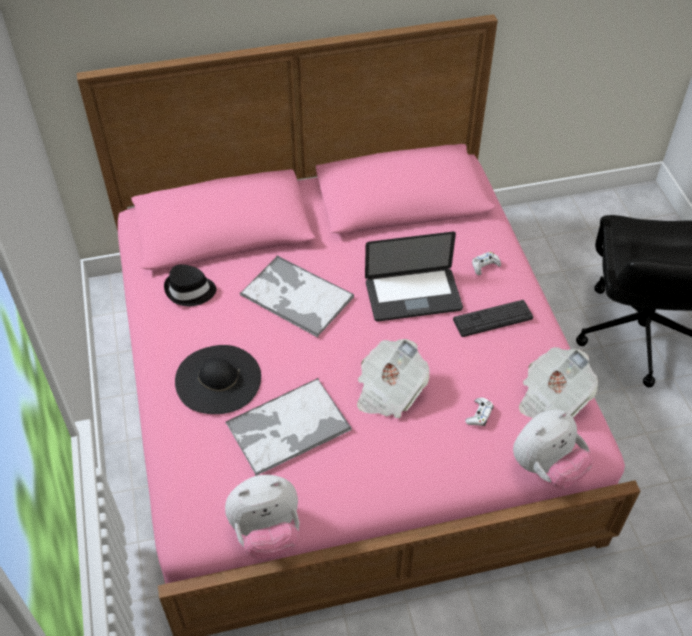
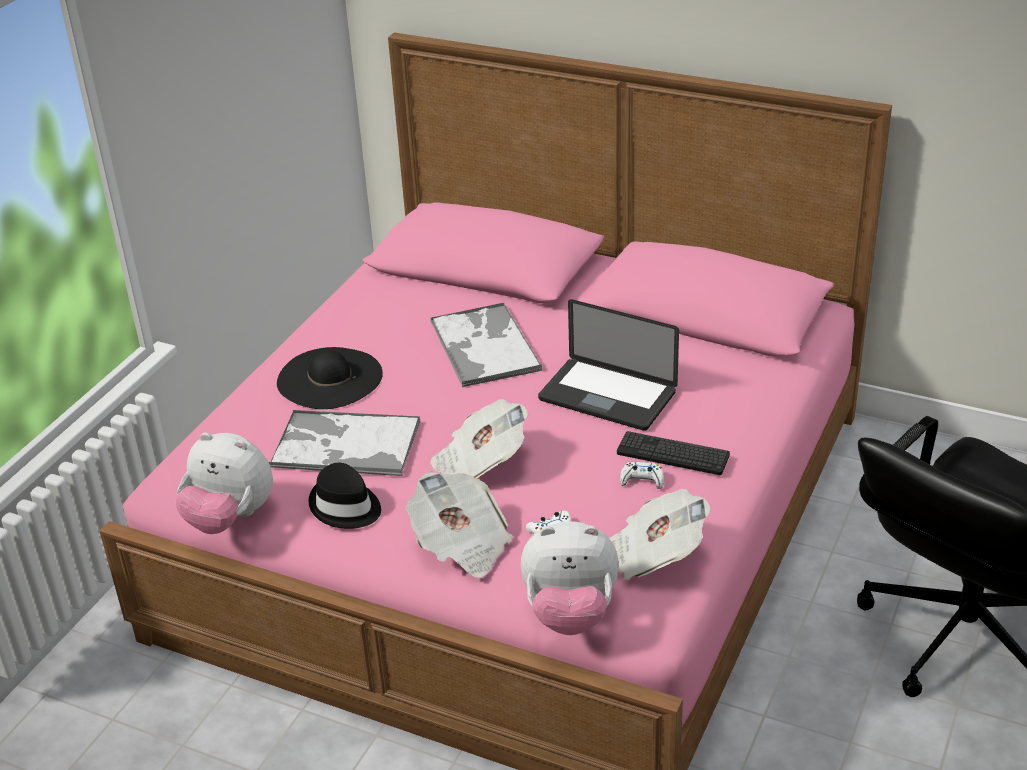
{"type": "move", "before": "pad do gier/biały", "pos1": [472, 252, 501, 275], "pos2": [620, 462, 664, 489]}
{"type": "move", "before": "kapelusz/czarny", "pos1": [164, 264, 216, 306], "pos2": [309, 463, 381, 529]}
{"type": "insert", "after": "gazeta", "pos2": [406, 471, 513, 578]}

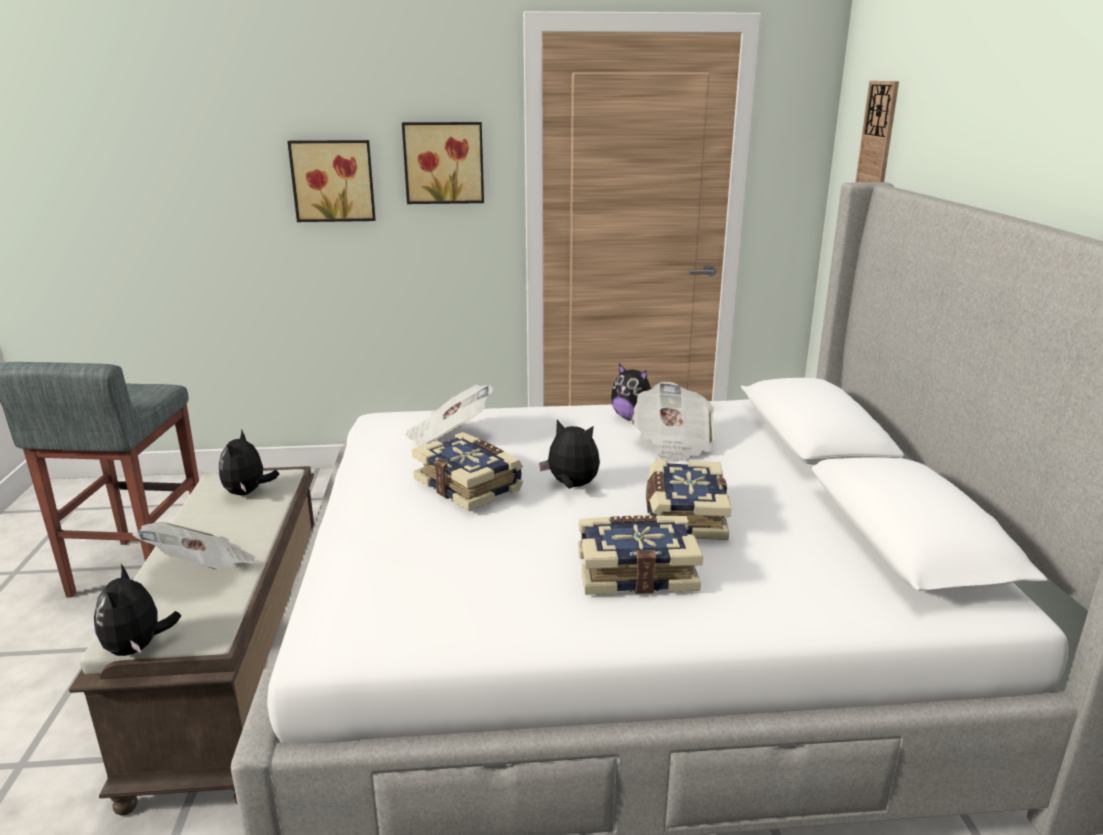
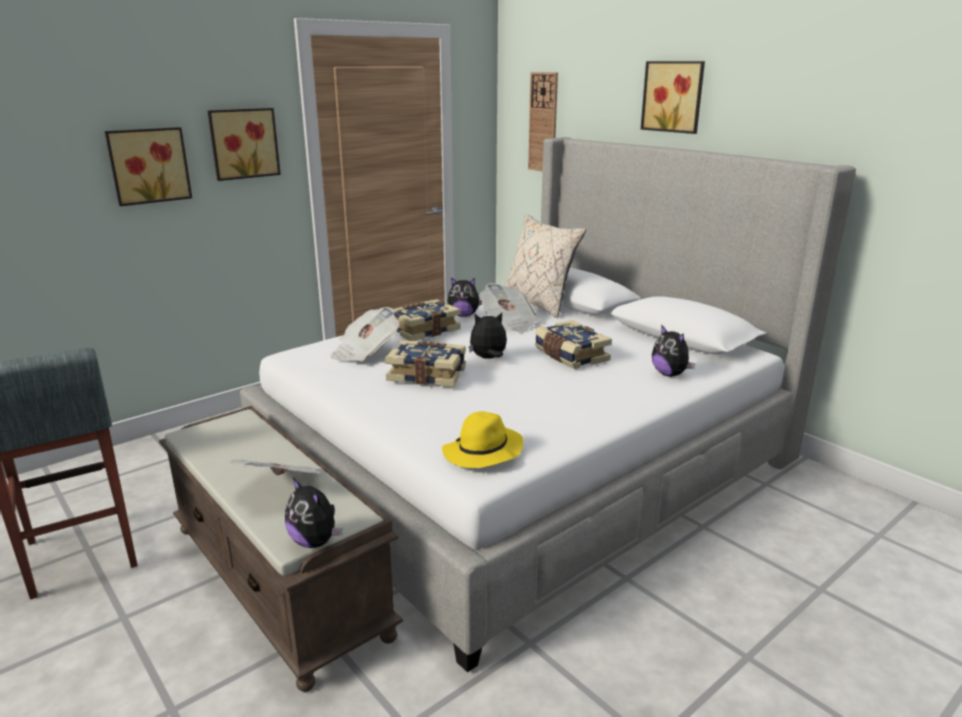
{"type": "move", "before": "pluszak", "pos1": [219, 429, 279, 495], "pos2": [652, 325, 696, 377]}
{"type": "move", "before": "książka", "pos1": [578, 516, 703, 595], "pos2": [394, 299, 461, 341]}
{"type": "insert", "after": "obraz", "pos2": [641, 61, 705, 134]}
{"type": "insert", "after": "poduszka/beżowy", "pos2": [504, 214, 586, 318]}
{"type": "insert", "after": "kapelusz/żółty", "pos2": [442, 411, 523, 468]}

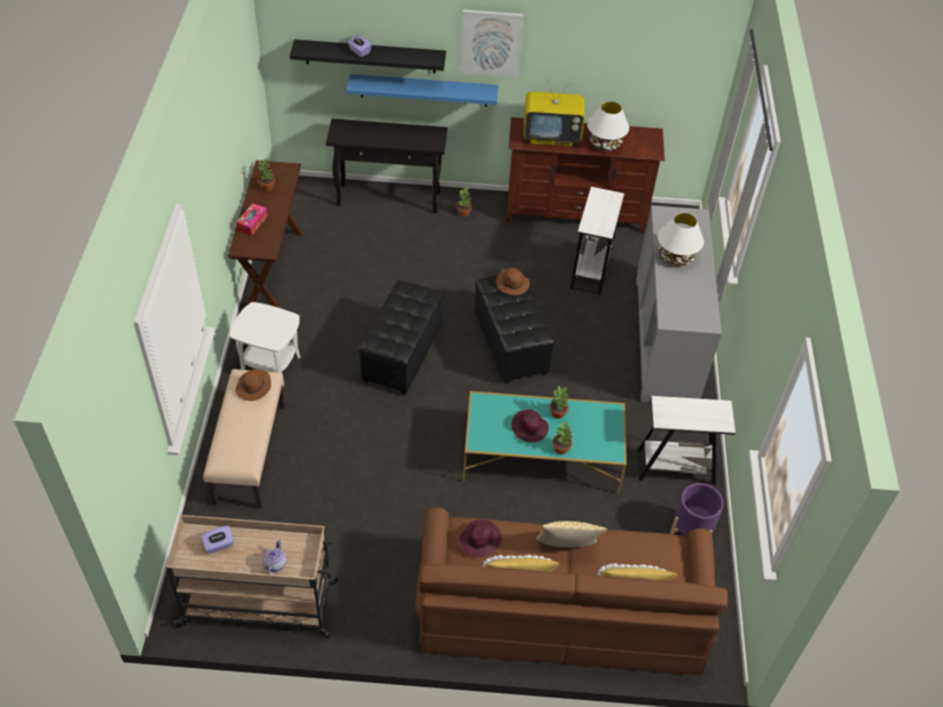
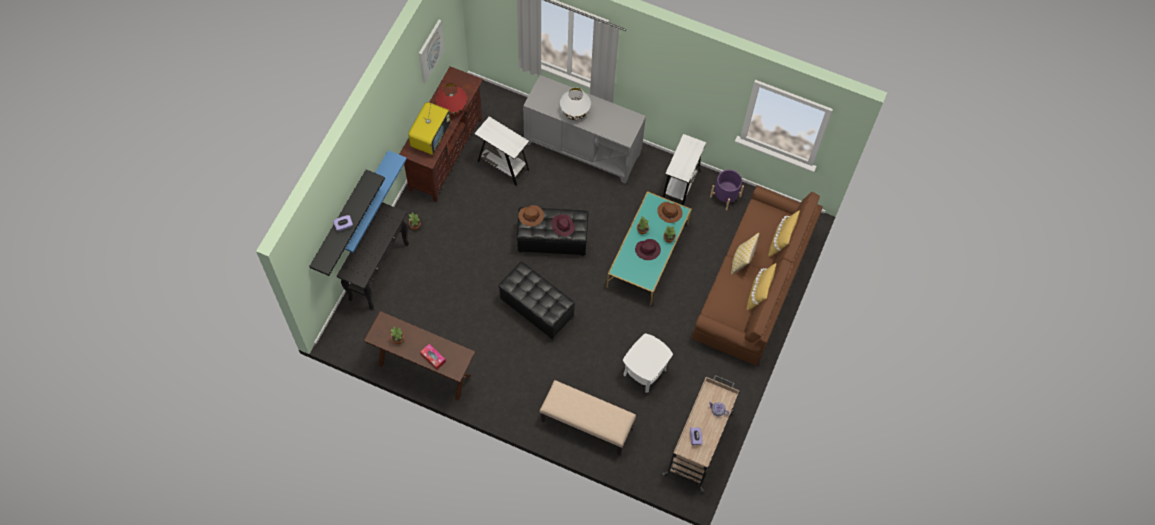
{"type": "move", "before": "obraz", "pos1": [460, 9, 524, 77], "pos2": [419, 20, 445, 83]}
{"type": "recolor", "before": "lampa stołowa/biały", "after": "lampa stołowa/czerwony", "pos1": [587, 101, 629, 151], "pos2": [436, 83, 467, 116]}
{"type": "move", "before": "stolik/biały", "pos1": [230, 302, 301, 386], "pos2": [623, 333, 673, 393]}
{"type": "move", "before": "kapelusz/brązowy", "pos1": [235, 369, 271, 401], "pos2": [657, 202, 683, 223]}
{"type": "move", "before": "kapelusz/fioletowy", "pos1": [460, 519, 502, 557], "pos2": [551, 214, 575, 236]}

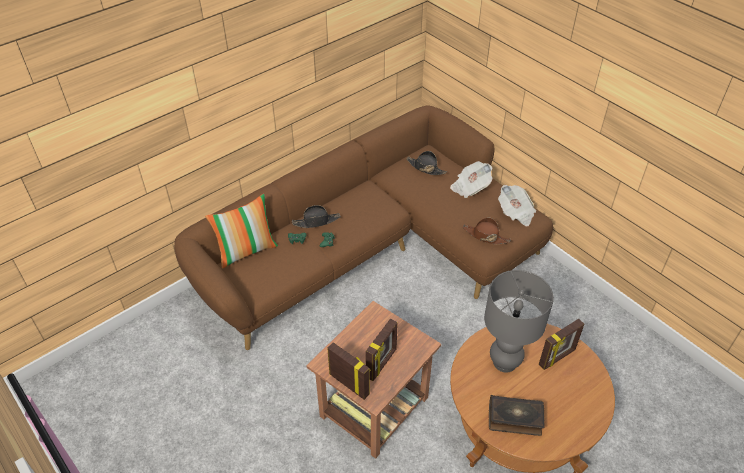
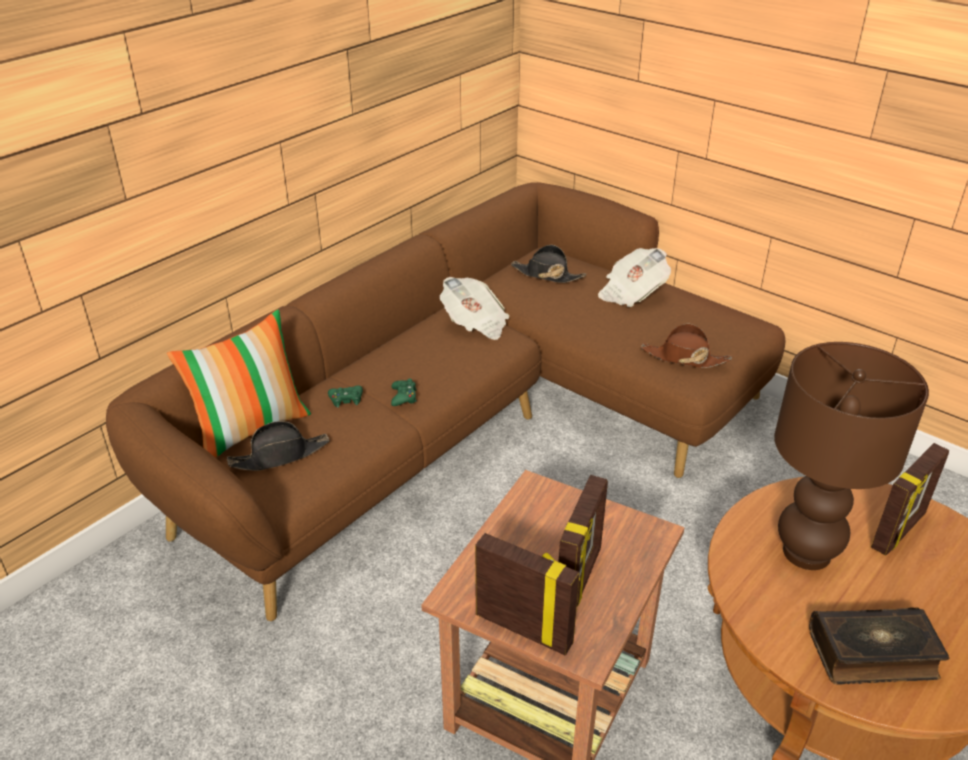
{"type": "move", "before": "gazeta", "pos1": [498, 185, 536, 226], "pos2": [440, 277, 509, 340]}
{"type": "move", "before": "kapelusz/czarny", "pos1": [292, 205, 341, 228], "pos2": [227, 421, 330, 471]}
{"type": "recolor", "before": "lampa stołowa/szary", "after": "lampa stołowa/brązowy", "pos1": [484, 270, 554, 373], "pos2": [774, 342, 929, 570]}

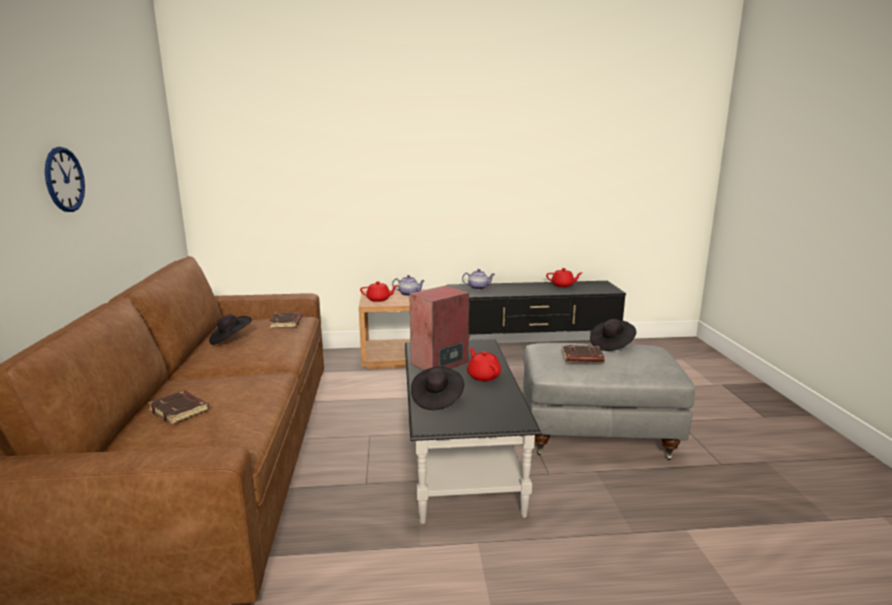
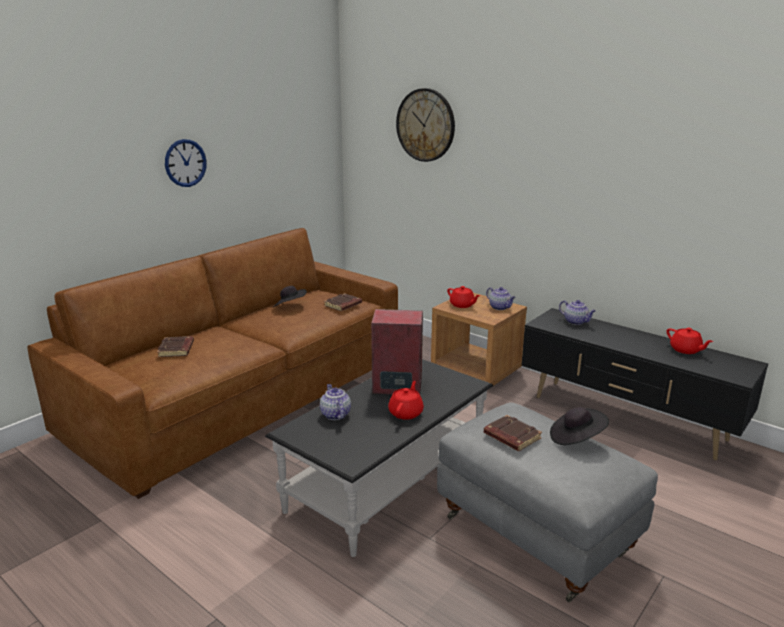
{"type": "replace", "before": "kapelusz/czarny", "after": "imbryk", "pos1": [411, 366, 464, 410], "pos2": [320, 384, 351, 420]}
{"type": "insert", "after": "zegar ścienny", "pos2": [396, 88, 455, 162]}

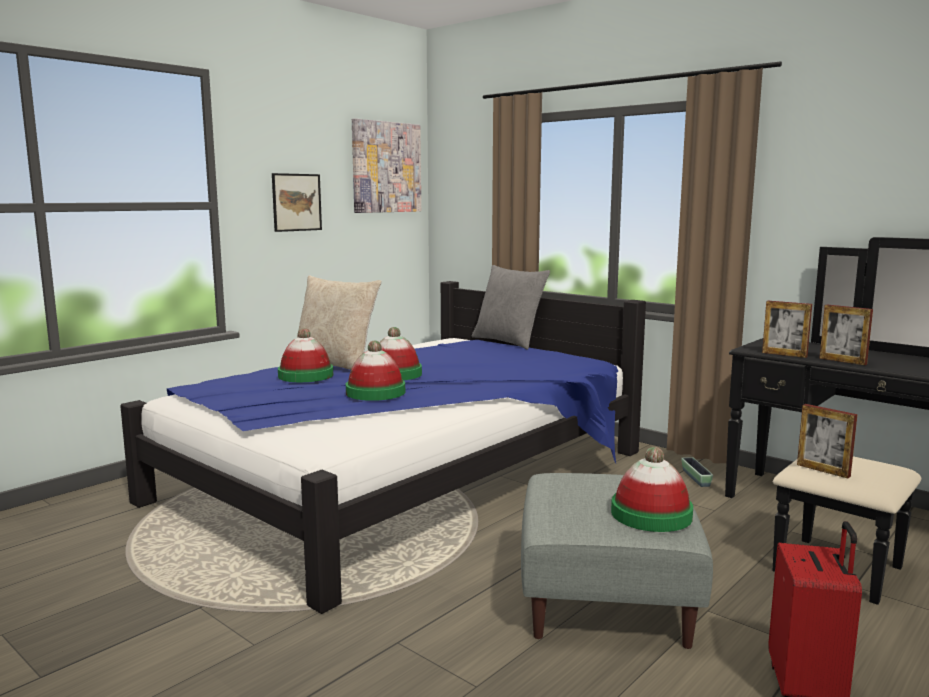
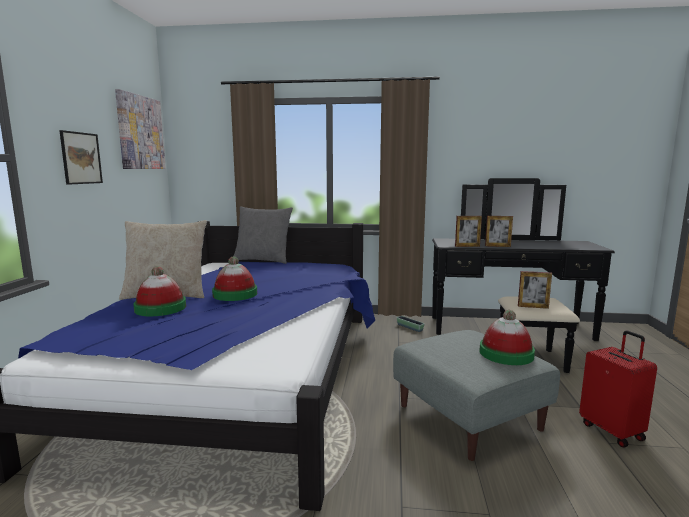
{"type": "delete", "before": "kapelusz", "pos1": [346, 341, 405, 401]}

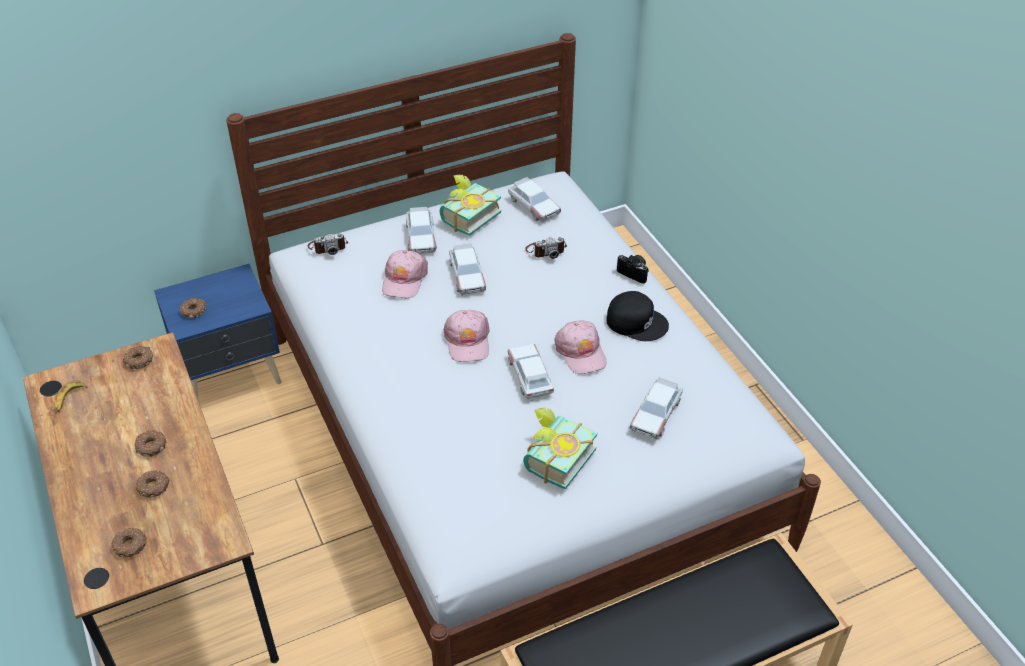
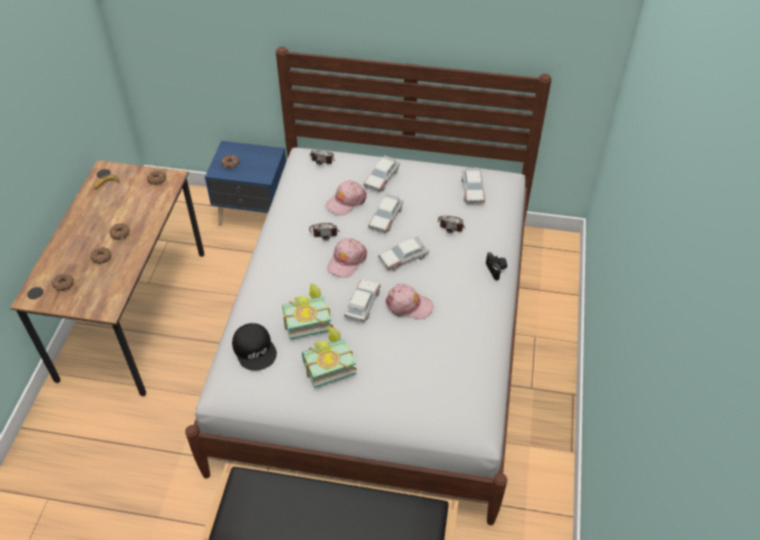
{"type": "move", "before": "książka", "pos1": [440, 175, 501, 236], "pos2": [282, 283, 333, 340]}
{"type": "move", "before": "czapka z daszkiem/czarny", "pos1": [606, 291, 669, 341], "pos2": [232, 323, 277, 371]}
{"type": "rotate", "before": "czapka z daszkiem/różowy", "pos1": [554, 320, 607, 374], "pos2": [386, 284, 433, 319], "turn": -90}
{"type": "move", "before": "samochodzik", "pos1": [630, 378, 683, 440], "pos2": [378, 237, 429, 271]}
{"type": "insert", "after": "aparat fotograficzny", "pos2": [309, 223, 340, 240]}

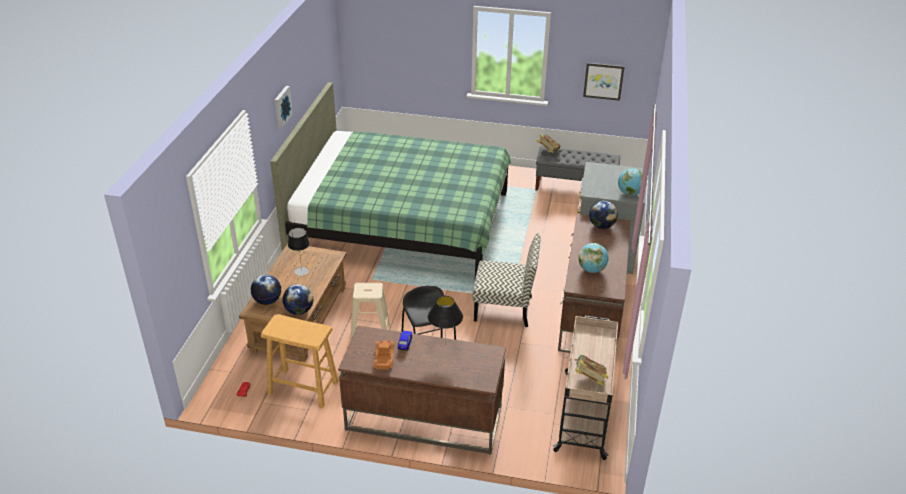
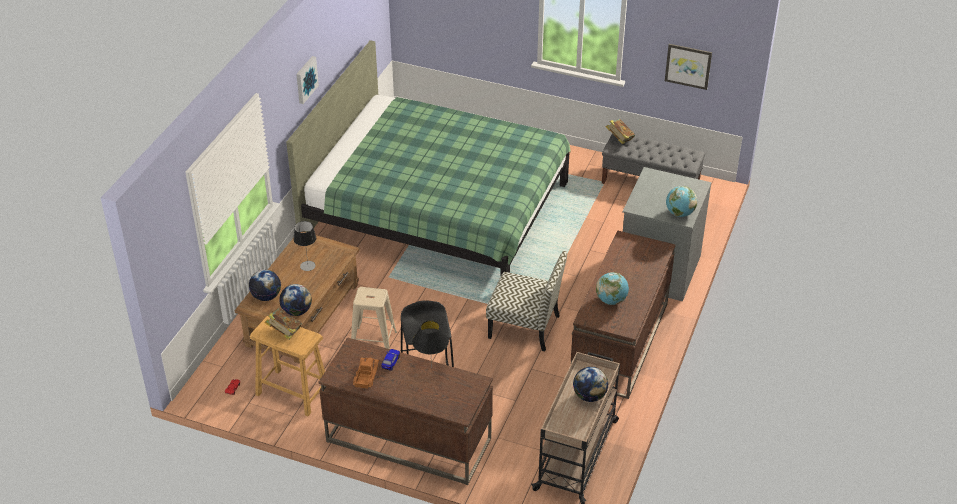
{"type": "move", "before": "globus", "pos1": [589, 201, 618, 229], "pos2": [573, 367, 608, 402]}
{"type": "move", "before": "książka", "pos1": [574, 354, 608, 386], "pos2": [264, 308, 302, 340]}

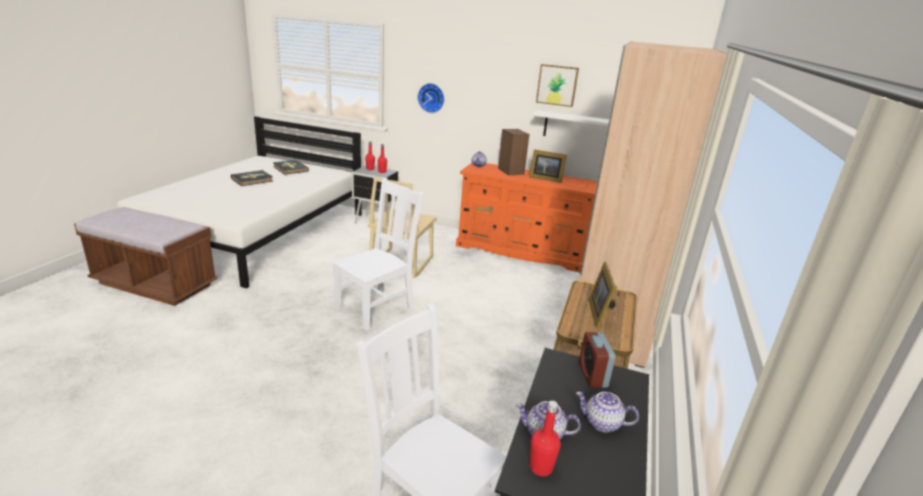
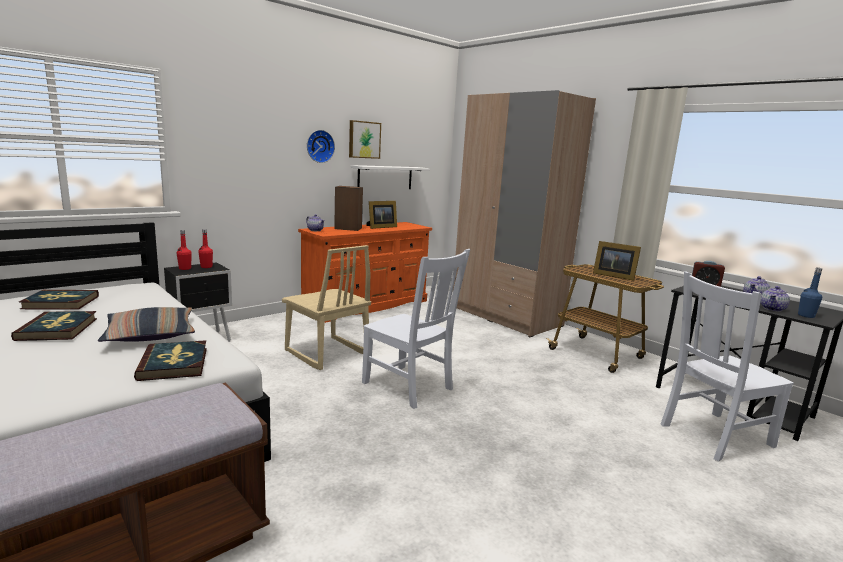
{"type": "move", "before": "zegar ścienny", "pos1": [418, 83, 444, 113], "pos2": [307, 130, 335, 163]}
{"type": "rotate", "before": "krzesło/biały", "pos1": [332, 178, 424, 331], "pos2": [362, 249, 470, 409], "turn": 150}
{"type": "recolor", "before": "butelka/czerwony", "after": "butelka/niebieski", "pos1": [530, 400, 561, 477], "pos2": [798, 268, 822, 318]}
{"type": "insert", "after": "poduszka", "pos2": [98, 307, 195, 342]}
{"type": "insert", "after": "książka", "pos2": [134, 340, 207, 381]}

